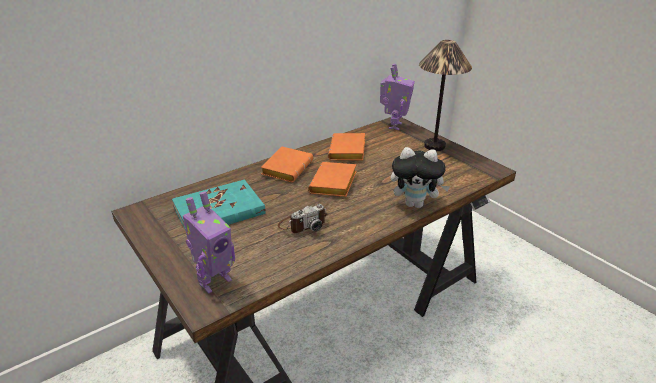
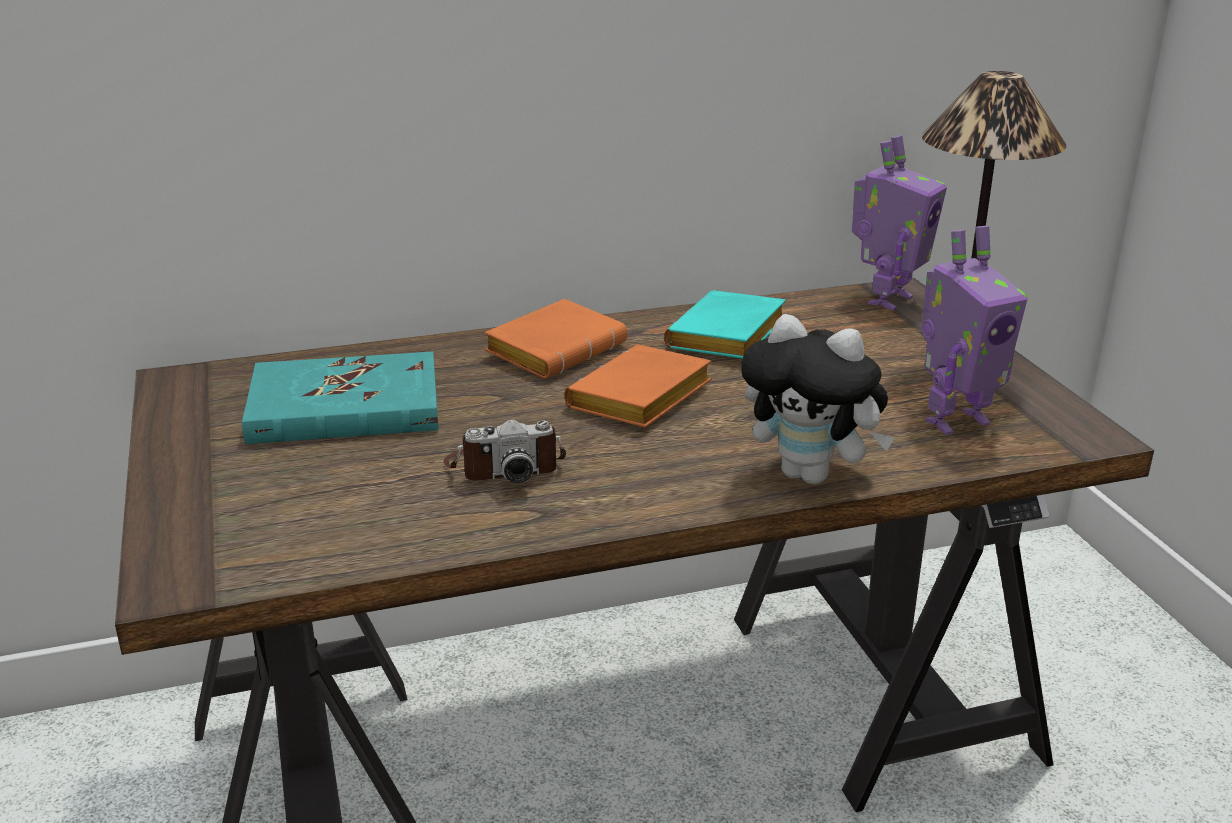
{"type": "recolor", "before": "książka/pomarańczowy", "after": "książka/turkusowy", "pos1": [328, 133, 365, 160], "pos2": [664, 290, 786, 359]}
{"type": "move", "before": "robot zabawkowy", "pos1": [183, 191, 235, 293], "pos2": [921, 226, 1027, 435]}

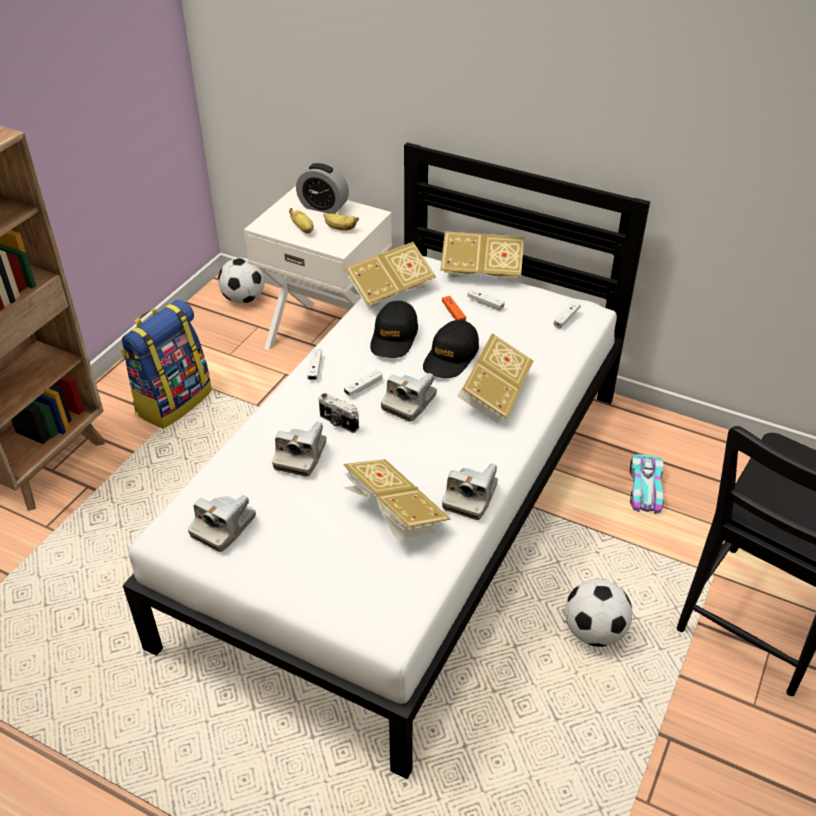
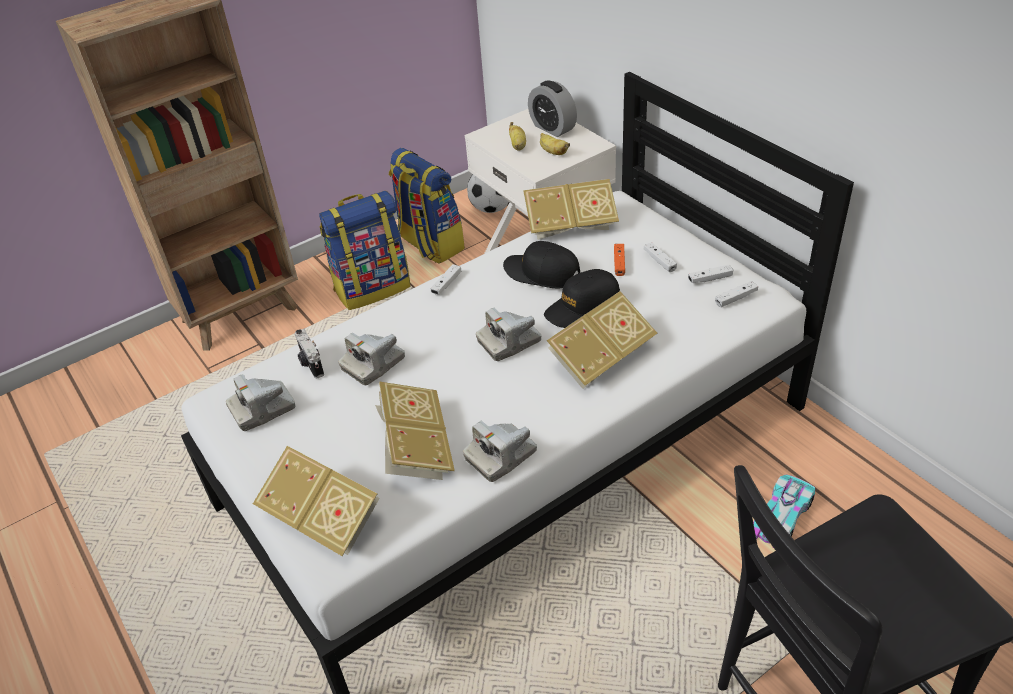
{"type": "move", "before": "książka", "pos1": [440, 231, 524, 283], "pos2": [253, 446, 380, 556]}
{"type": "rotate", "before": "czapka z daszkiem/czarny", "pos1": [370, 301, 418, 358], "pos2": [503, 241, 580, 288], "turn": 75}
{"type": "move", "before": "pad do gier/biały", "pos1": [344, 370, 382, 396], "pos2": [688, 265, 733, 283]}
{"type": "move", "before": "aparat fotograficzny", "pos1": [319, 393, 359, 433], "pos2": [294, 329, 324, 378]}
{"type": "delete", "before": "piłka futbolowa", "pos1": [565, 579, 632, 647]}
{"type": "insert", "after": "plecak", "pos2": [389, 148, 465, 264]}

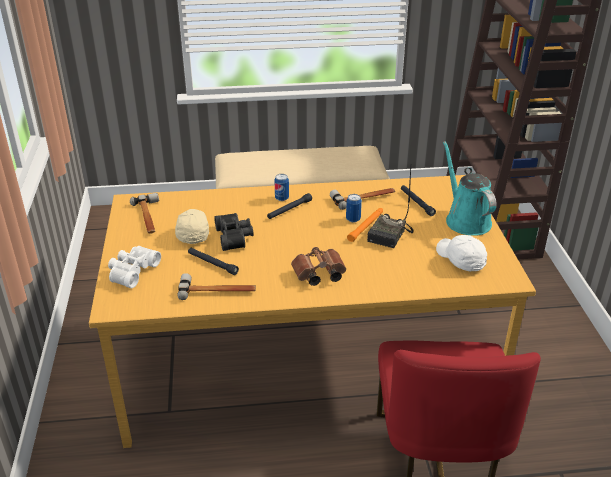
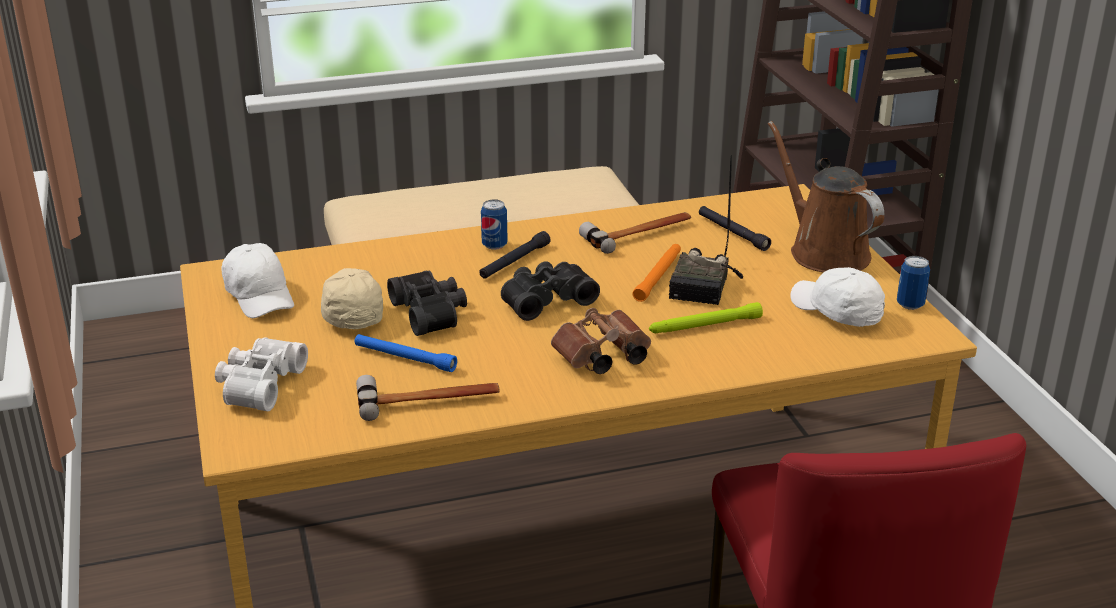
{"type": "recolor", "before": "konewka/turkusowy", "after": "konewka/brązowy", "pos1": [443, 141, 497, 236], "pos2": [768, 121, 884, 273]}
{"type": "replace", "before": "młotek", "after": "czapka z daszkiem/biały", "pos1": [130, 193, 159, 234], "pos2": [221, 243, 294, 318]}
{"type": "move", "before": "puszka", "pos1": [346, 194, 362, 222], "pos2": [897, 256, 930, 310]}
{"type": "recolor", "before": "latarka/czarny", "after": "latarka/niebieski", "pos1": [188, 248, 239, 275], "pos2": [354, 334, 457, 372]}
{"type": "insert", "after": "lornetka/czarny", "pos2": [501, 261, 600, 321]}
{"type": "insert", "after": "latarka/zielony", "pos2": [649, 302, 763, 334]}

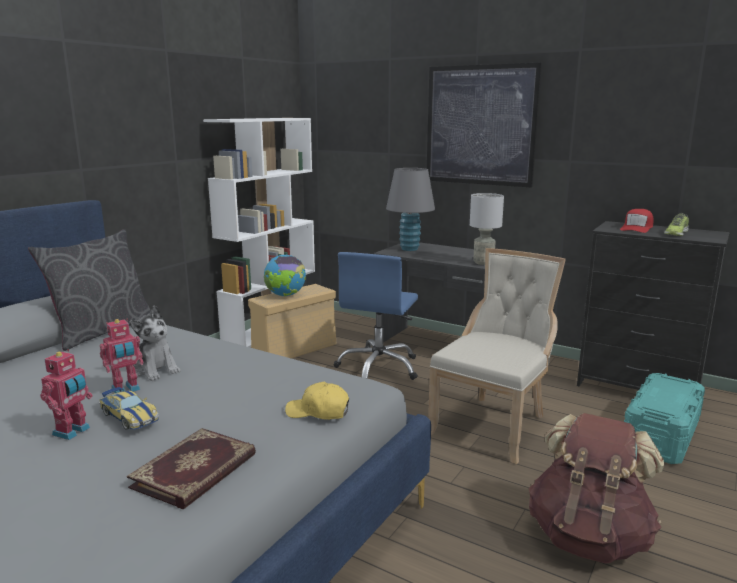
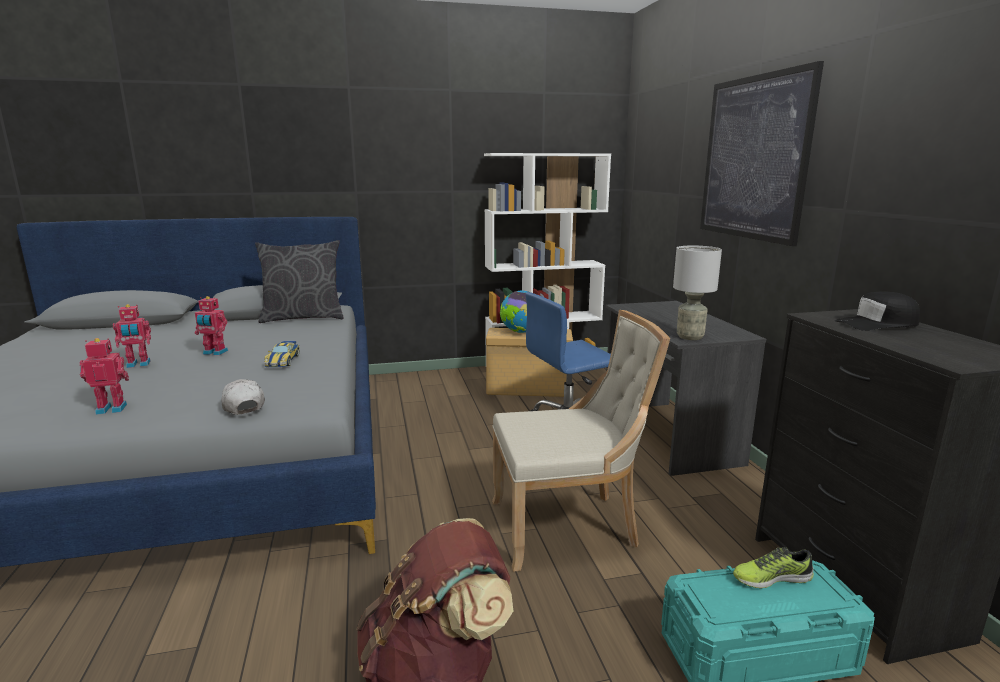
{"type": "delete", "before": "lampa stołowa/szary", "pos1": [386, 168, 435, 251]}
{"type": "recolor", "before": "czapka z daszkiem/czerwony", "after": "czapka z daszkiem/czarny", "pos1": [620, 209, 654, 233], "pos2": [835, 292, 920, 331]}
{"type": "move", "before": "but", "pos1": [664, 213, 689, 236], "pos2": [733, 547, 814, 588]}
{"type": "delete", "before": "pluszak", "pos1": [130, 305, 180, 381]}
{"type": "recolor", "before": "czapka z daszkiem/żółty", "after": "czapka z daszkiem/biały", "pos1": [285, 382, 349, 420], "pos2": [222, 379, 265, 415]}
{"type": "move", "before": "samochodzik", "pos1": [99, 387, 159, 430], "pos2": [264, 341, 300, 367]}
{"type": "replace", "before": "książka", "after": "robot zabawkowy", "pos1": [127, 428, 256, 509], "pos2": [80, 338, 129, 415]}

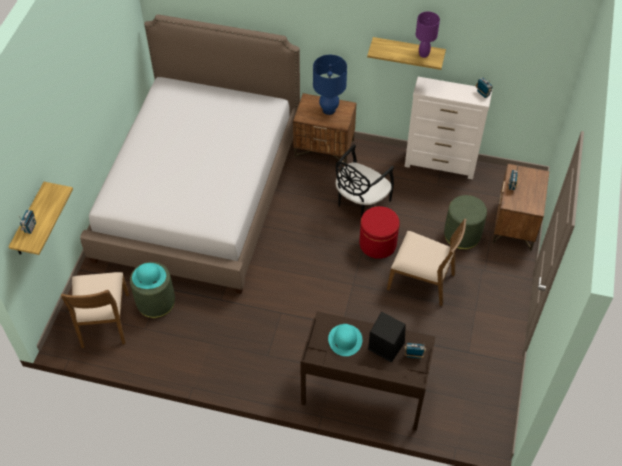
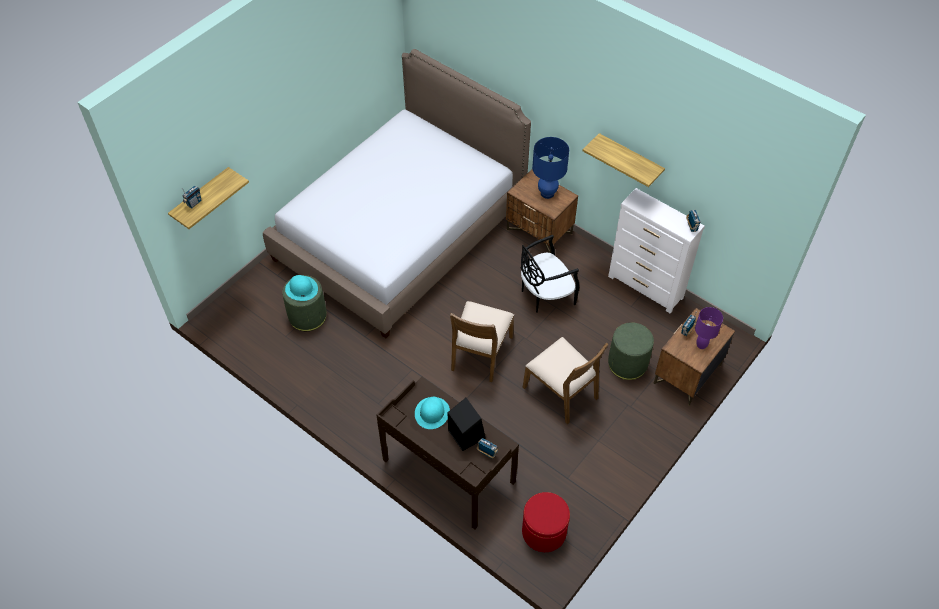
{"type": "move", "before": "lampa stołowa/fioletowy", "pos1": [416, 12, 440, 58], "pos2": [695, 307, 723, 349]}
{"type": "move", "before": "pufa/czerwony", "pos1": [359, 206, 400, 259], "pos2": [522, 492, 570, 552]}
{"type": "move", "before": "krzesło/brązowy", "pos1": [61, 272, 129, 348], "pos2": [450, 301, 514, 382]}

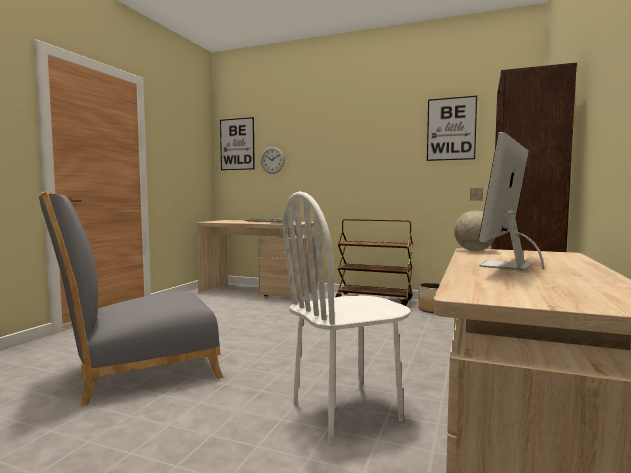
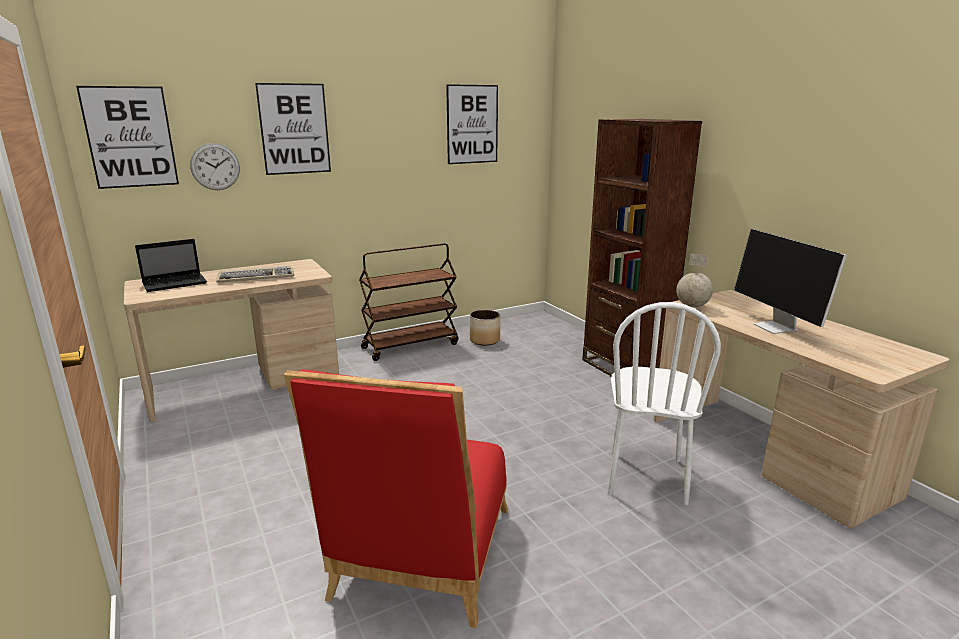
{"type": "recolor", "before": "krzesło/szary", "after": "krzesło/czerwony", "pos1": [39, 192, 223, 406], "pos2": [283, 369, 508, 628]}
{"type": "insert", "after": "obraz", "pos2": [255, 83, 331, 175]}
{"type": "insert", "after": "laptop", "pos2": [135, 239, 207, 292]}

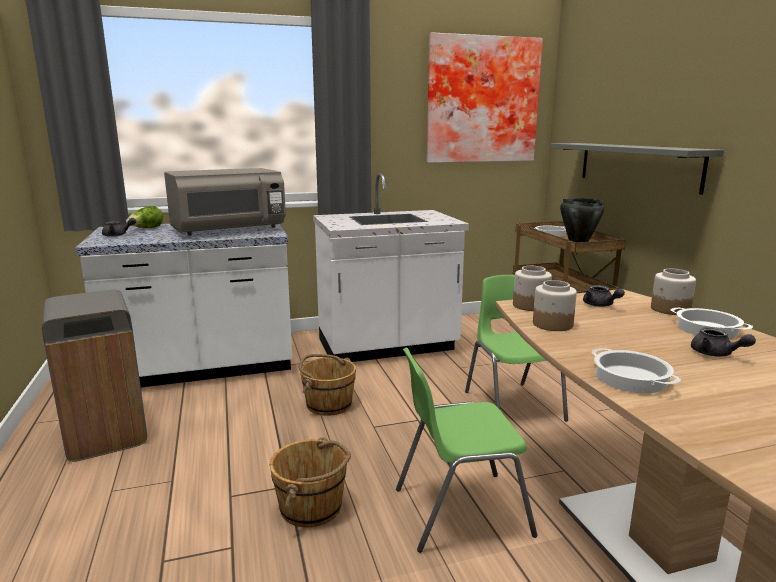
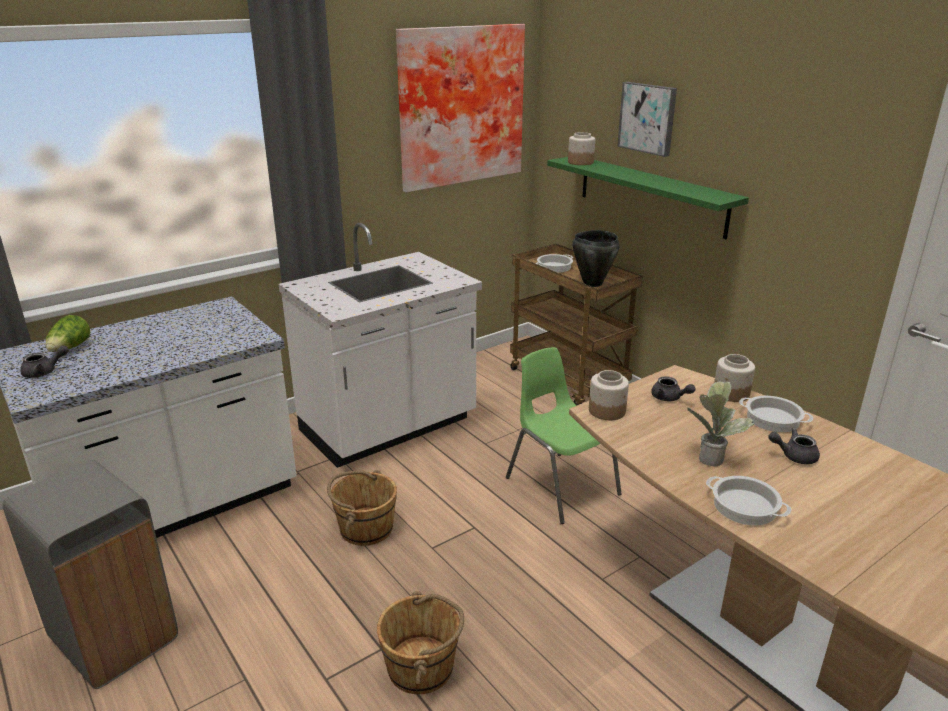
{"type": "recolor", "before": "półka/szary", "after": "półka/zielony", "pos1": [551, 143, 724, 195], "pos2": [547, 157, 749, 239]}
{"type": "delete", "before": "mikrofalówka/szary", "pos1": [164, 168, 286, 236]}
{"type": "move", "before": "słoik", "pos1": [533, 280, 577, 331], "pos2": [568, 132, 595, 165]}
{"type": "rotate", "before": "imbryk/szary", "pos1": [691, 327, 756, 357], "pos2": [768, 428, 820, 464], "turn": 150}
{"type": "delete", "before": "krzesło/zielony", "pos1": [396, 348, 537, 553]}
{"type": "insert", "after": "obraz", "pos2": [617, 82, 677, 157]}
{"type": "insert", "after": "roślina doniczkowa", "pos2": [687, 381, 754, 466]}

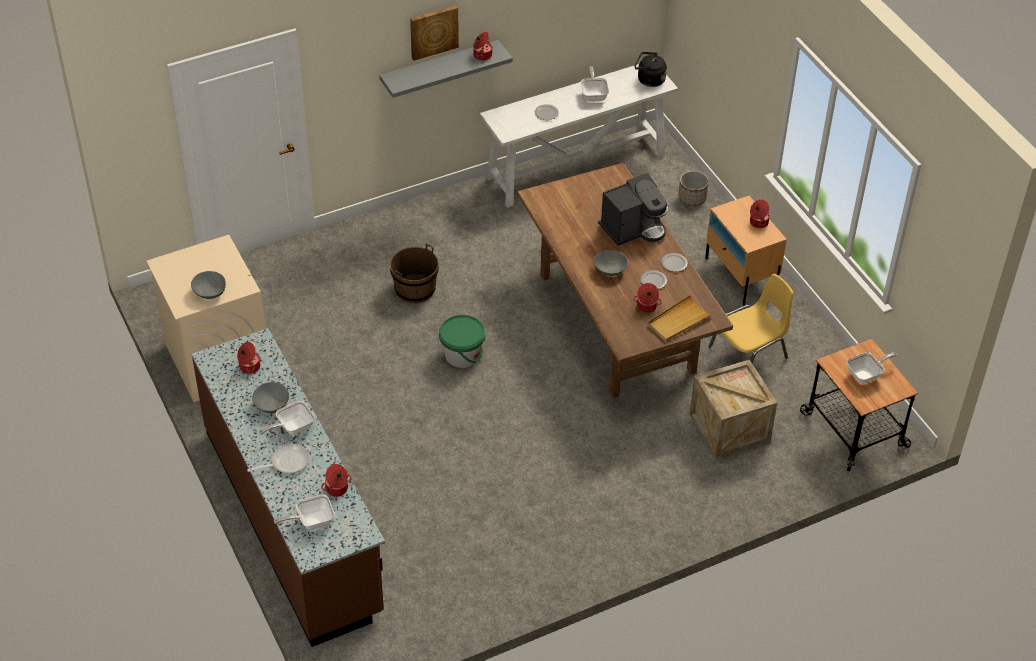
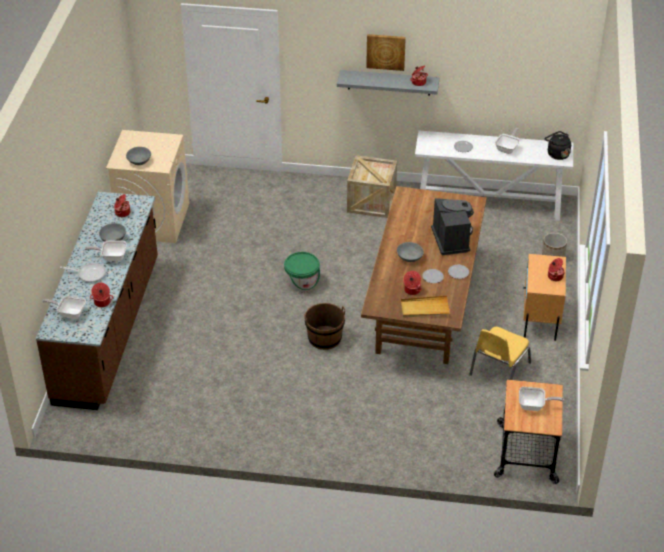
{"type": "rotate", "before": "ekspres do kawy", "pos1": [598, 173, 668, 246], "pos2": [431, 198, 474, 255], "turn": -105}
{"type": "move", "before": "wiadro/brązowy", "pos1": [390, 243, 439, 303], "pos2": [304, 303, 345, 350]}
{"type": "rotate", "before": "krzesło/żółty", "pos1": [708, 274, 794, 363], "pos2": [469, 327, 531, 380], "turn": 120}
{"type": "move", "before": "skrzynka", "pos1": [689, 360, 777, 458], "pos2": [347, 155, 397, 218]}

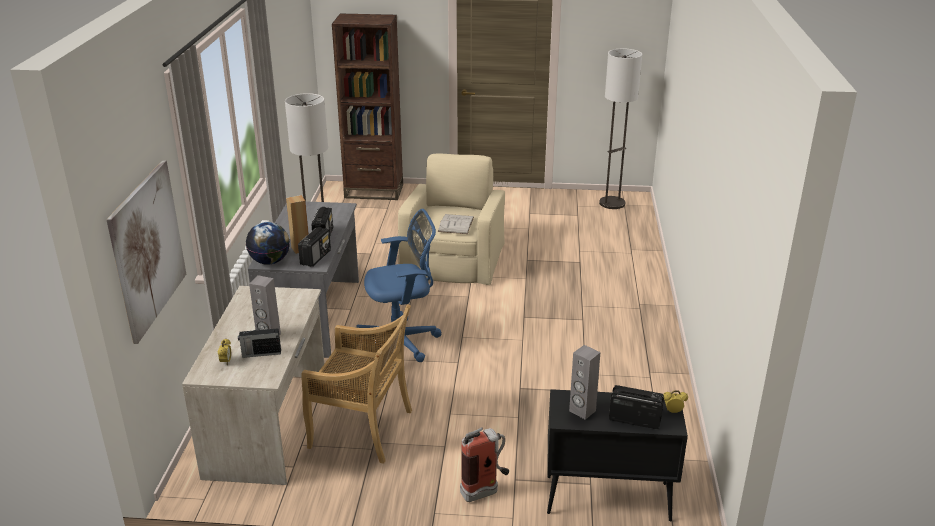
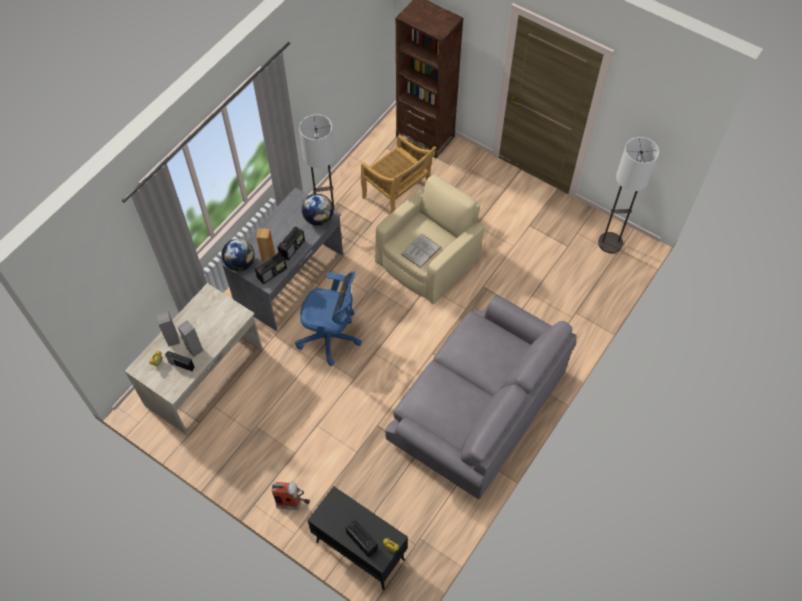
{"type": "delete", "before": "obraz", "pos1": [106, 160, 186, 344]}
{"type": "move", "before": "krzesło/beżowy", "pos1": [302, 304, 412, 464], "pos2": [361, 135, 436, 213]}
{"type": "move", "before": "głośnik/szary", "pos1": [569, 345, 600, 420], "pos2": [156, 311, 180, 346]}
{"type": "insert", "after": "globus", "pos2": [302, 194, 333, 226]}
{"type": "insert", "after": "kanapa/szary", "pos2": [385, 295, 577, 499]}

